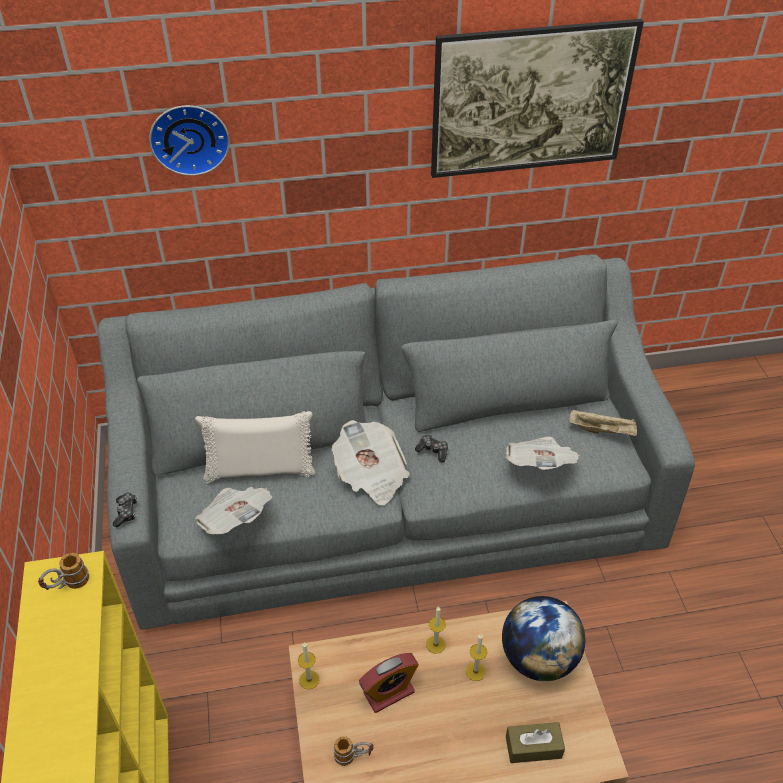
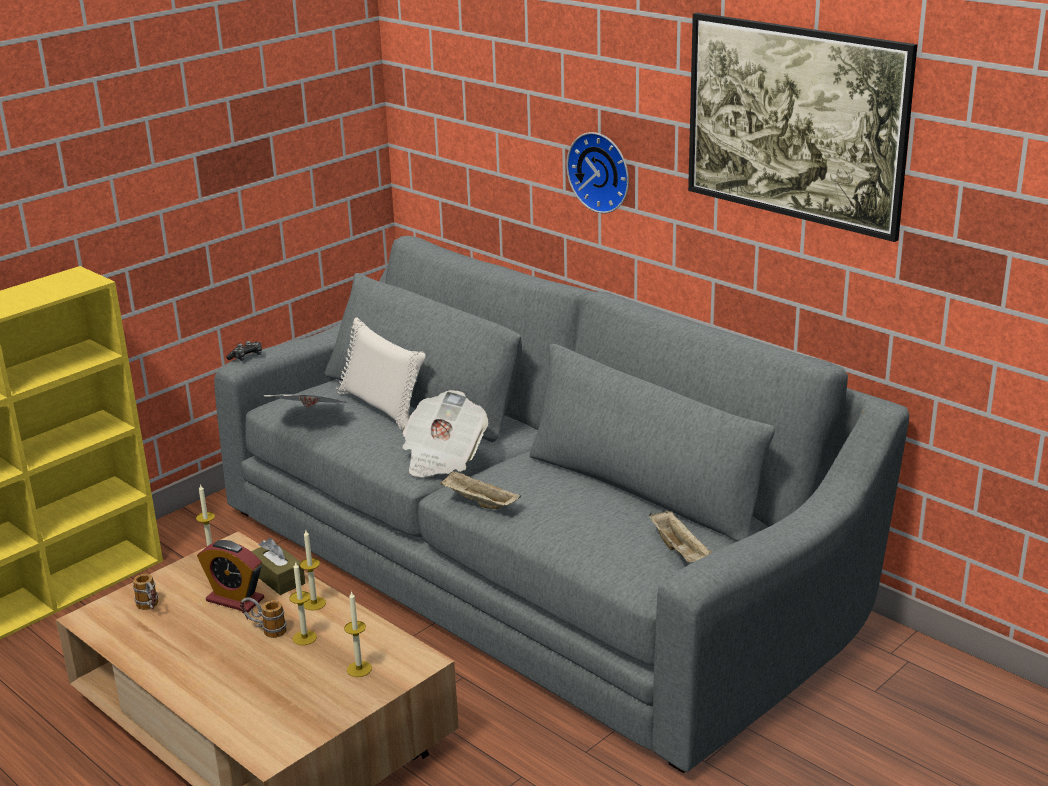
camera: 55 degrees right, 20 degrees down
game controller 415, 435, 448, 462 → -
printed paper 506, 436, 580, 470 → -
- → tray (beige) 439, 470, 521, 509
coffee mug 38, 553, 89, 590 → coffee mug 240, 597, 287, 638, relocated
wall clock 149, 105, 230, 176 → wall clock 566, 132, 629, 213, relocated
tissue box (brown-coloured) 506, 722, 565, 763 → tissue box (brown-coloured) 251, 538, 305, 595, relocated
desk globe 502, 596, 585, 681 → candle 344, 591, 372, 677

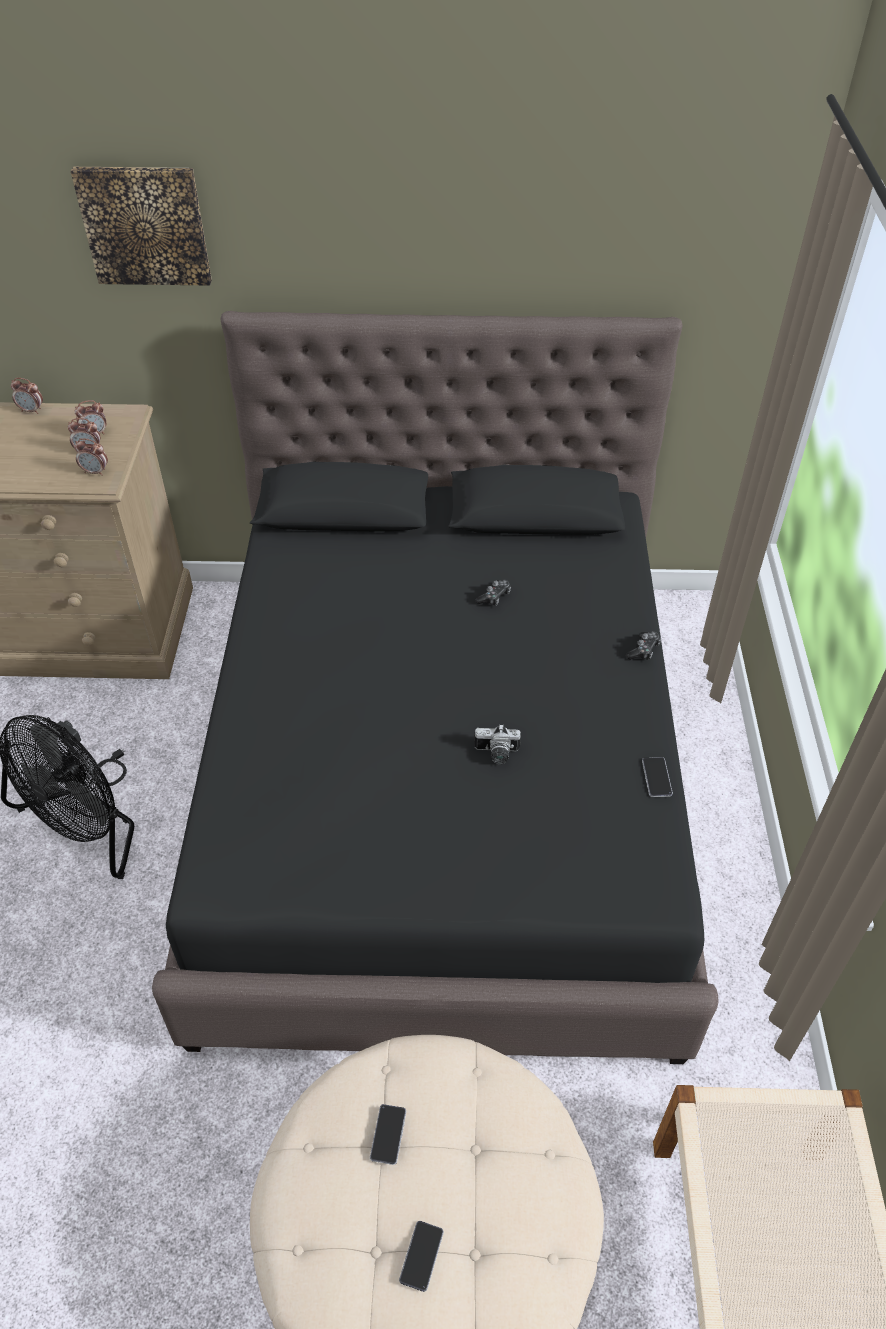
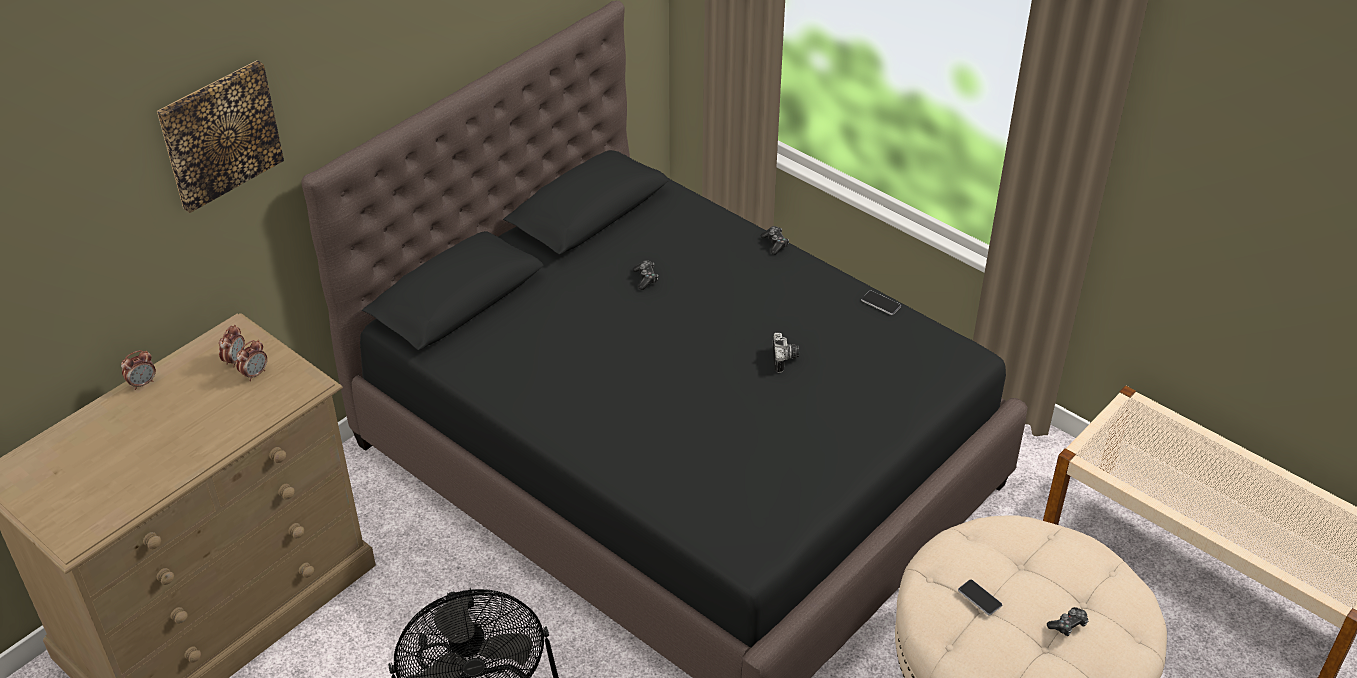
camera: 50 degrees left, 5 degrees down
table clock 75, 438, 108, 476 → -
handset 399, 1221, 444, 1292 → game controller 1047, 607, 1089, 636
photo camera 474, 724, 521, 764 → photo camera 772, 333, 799, 373, 45 degrees counterclockwise

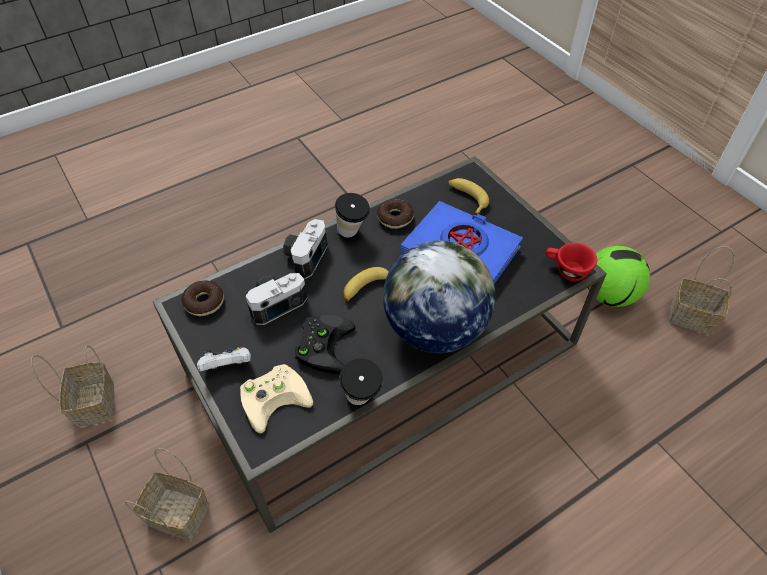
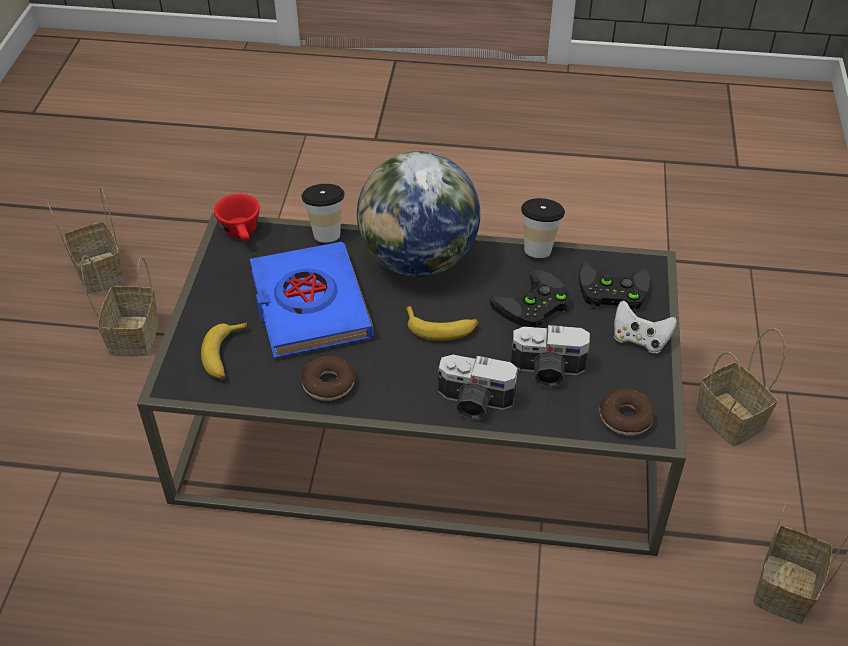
camera: 140 degrees left, 5 degrees down
cup 335, 193, 370, 237 → cup 301, 184, 345, 243, relocated
football 588, 246, 650, 307 → basket 81, 255, 159, 356
game controller (beige) 240, 364, 313, 433 → game controller (black) 579, 262, 650, 313
photo camera 283, 219, 328, 279 → photo camera 438, 355, 518, 420, 45 degrees clockwise

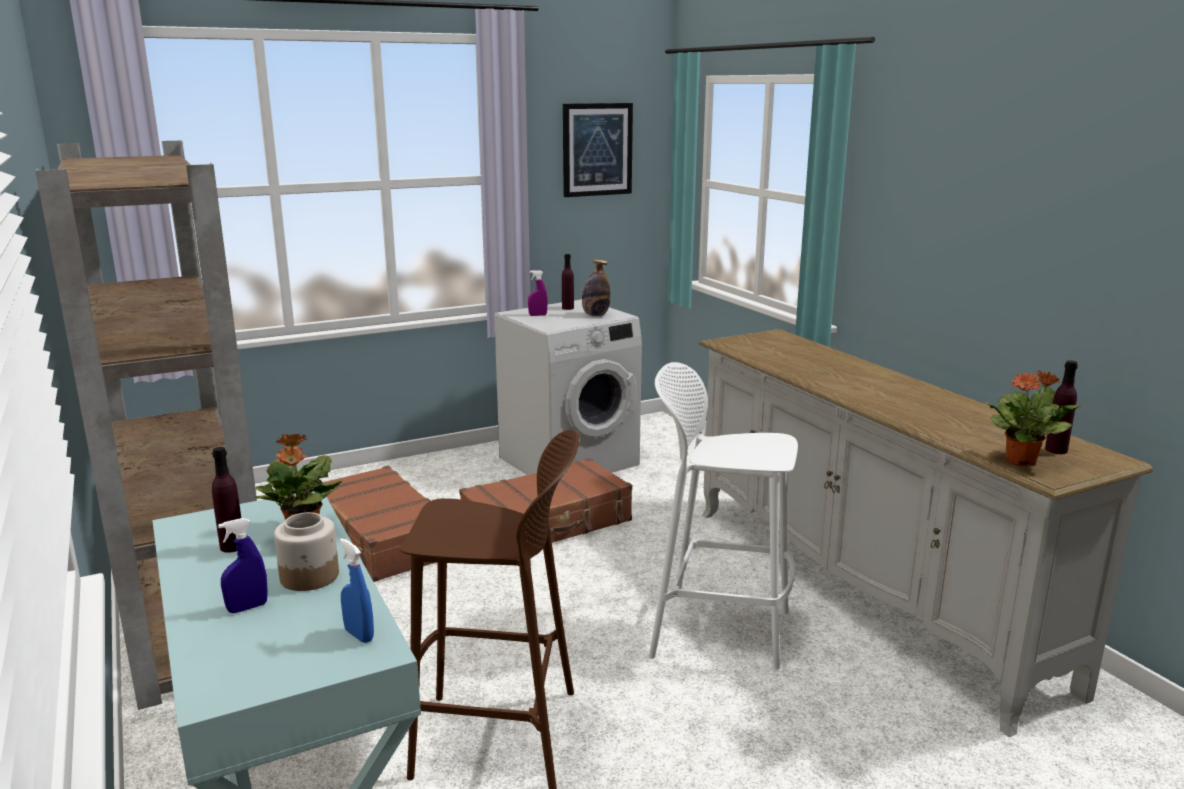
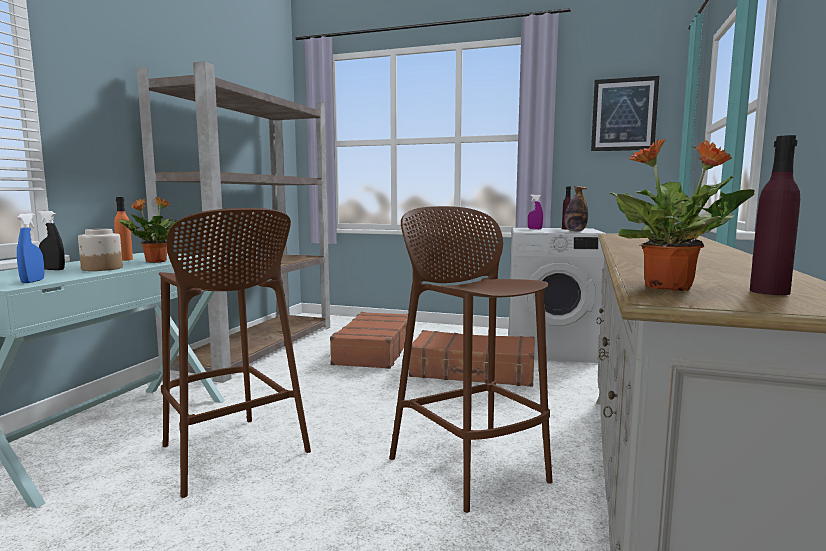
camera: 45 degrees right, 10 degrees down
bottle (purple-coloured) 212, 447, 241, 553 → bottle (orangey) 114, 197, 133, 261
hand sprayer (blue) 218, 518, 268, 613 → hand sprayer (black) 38, 211, 65, 270
sitting stool (white) 649, 362, 798, 669 → sitting stool (brown-coloured) 389, 206, 553, 513

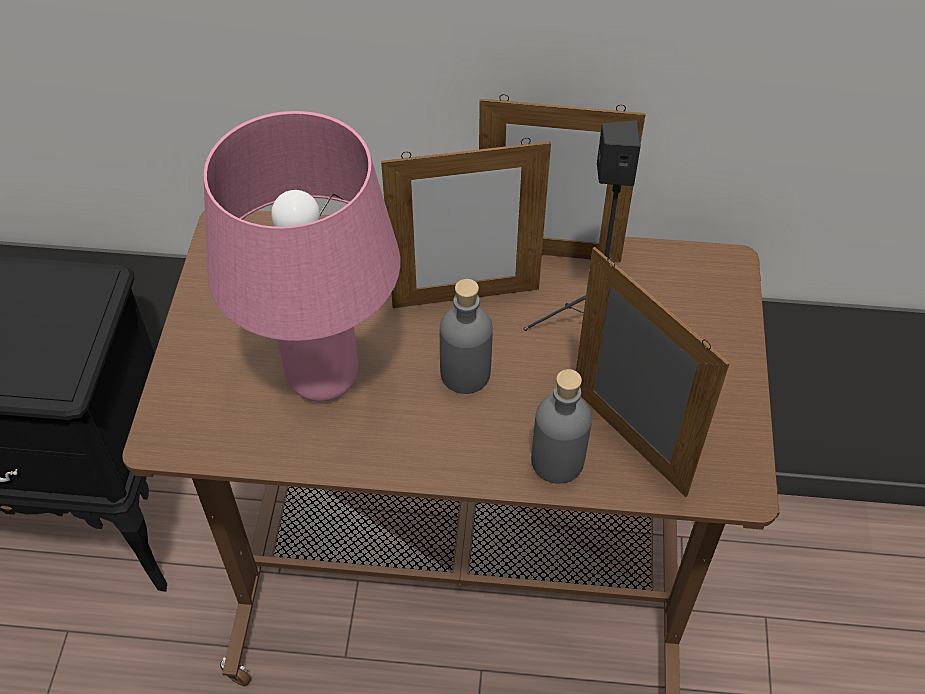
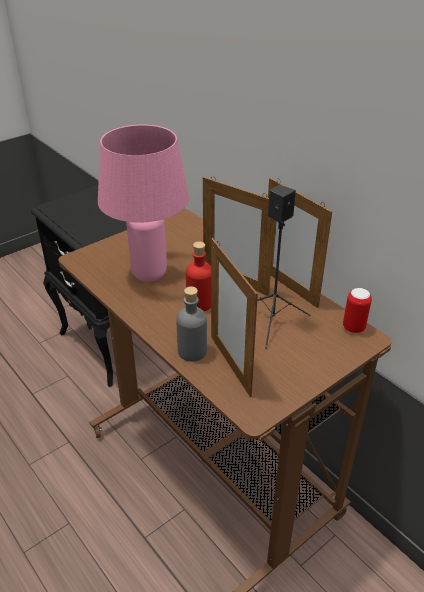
camera: 45 degrees right, 15 degrees down
- → can 343, 288, 372, 333
bottle (grey) 440, 279, 493, 394 → bottle (red) 186, 241, 211, 311
standing frame 576, 247, 730, 497 → standing frame 211, 238, 258, 397, 150 degrees clockwise

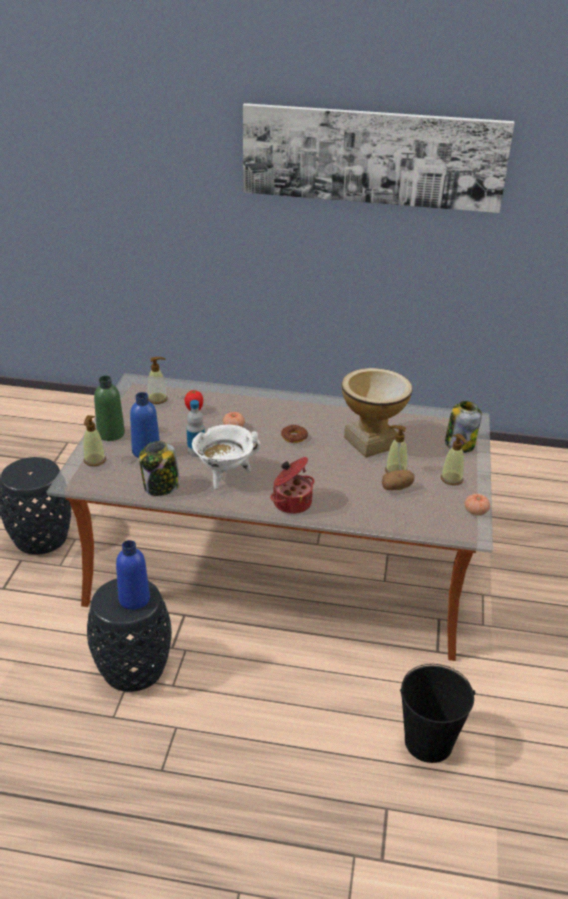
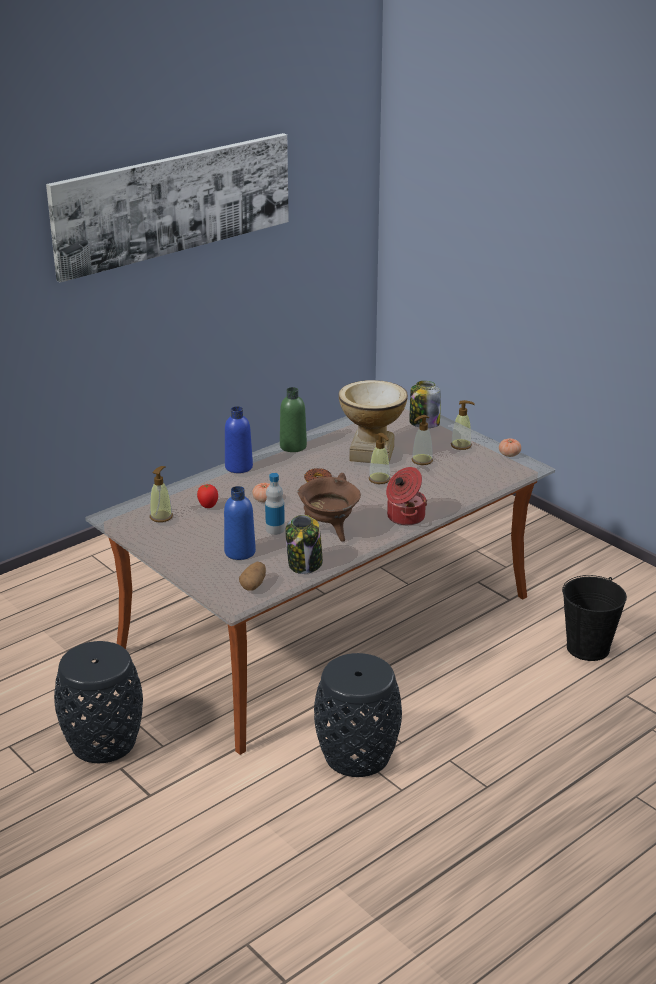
camera: 50 degrees left, 5 degrees down
liquid soap bottle 83, 415, 106, 466 → liquid soap bottle 369, 433, 390, 484, relocated
bottle (green-coloured) 94, 376, 125, 441 → bottle (green-coloured) 280, 387, 307, 452, relocated
bottle (blue) 116, 540, 150, 610 → bottle (blue) 225, 406, 253, 473, relocated
whole potato 382, 470, 414, 490 → whole potato 239, 562, 266, 591, relocated
stockpot (white) 192, 424, 261, 490 → stockpot (brown-coloured) 297, 473, 361, 541

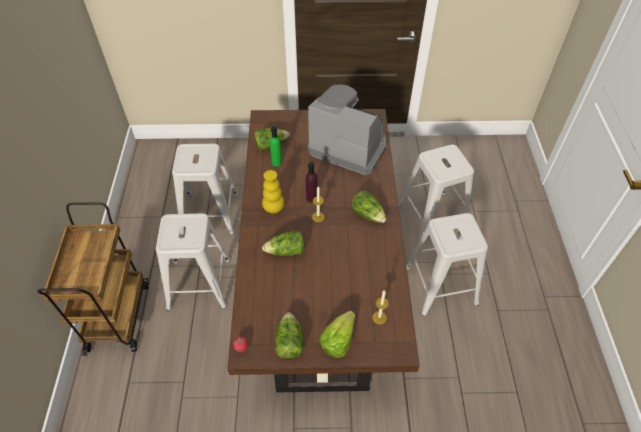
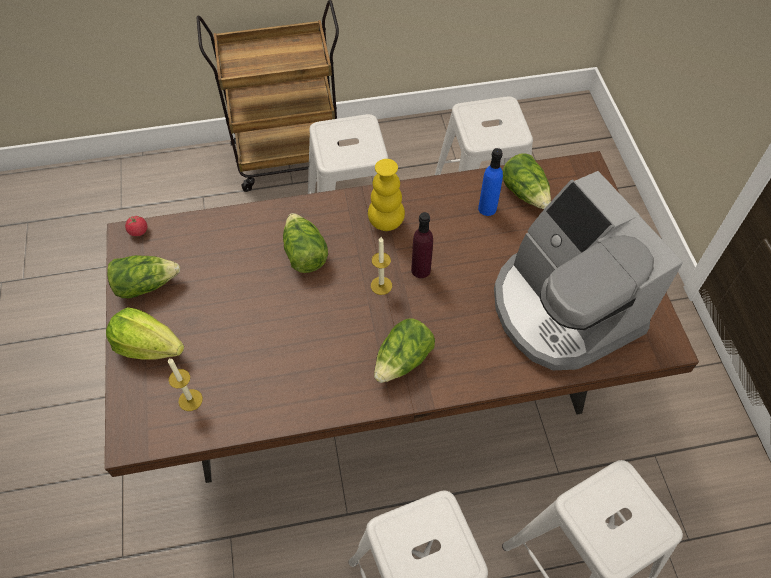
camera: 80 degrees right, 5 degrees up
bottle (green-coloured) 270, 126, 282, 167 → bottle (blue) 478, 148, 503, 216
coffee maker 307, 84, 386, 175 → coffee maker 494, 171, 683, 370, 135 degrees clockwise

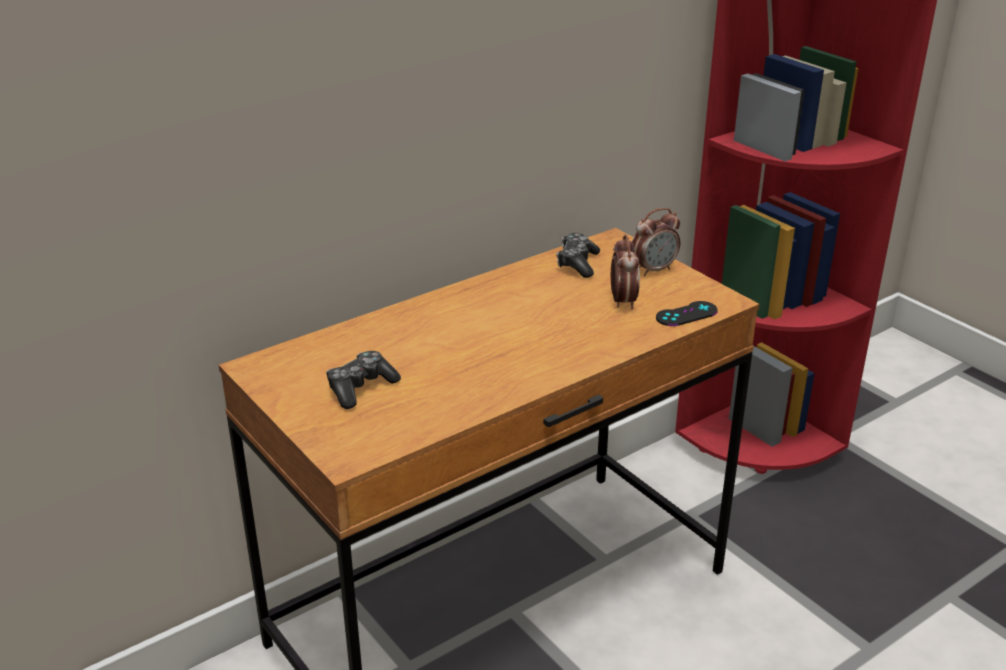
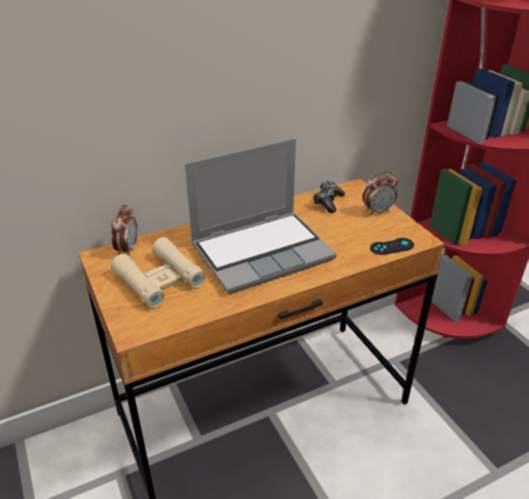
camera: 10 degrees right, 5 degrees up
- → portable computer 185, 138, 337, 294
table clock 611, 234, 640, 309 → table clock 111, 204, 138, 256, relocated
game controller 326, 351, 401, 409 → binoculars (beige) 111, 237, 206, 308

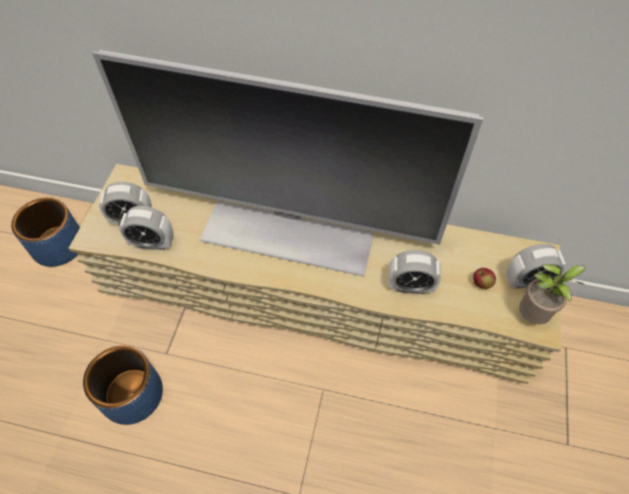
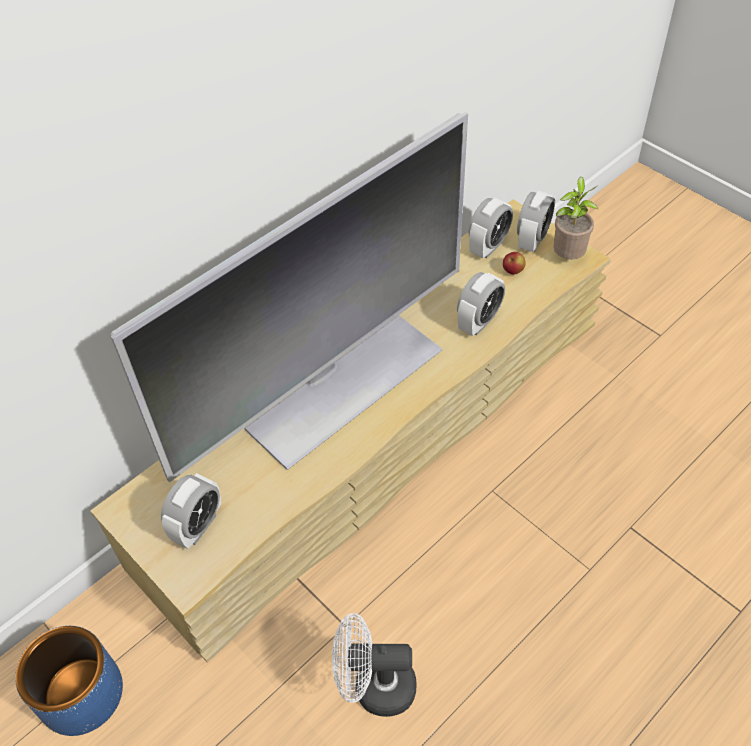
camera: 55 degrees left, 5 degrees down
table clock 119, 206, 173, 250 → table clock 468, 198, 513, 258, relocated
planter (blue) 83, 345, 163, 425 → cooling fan (white) 332, 613, 417, 717

